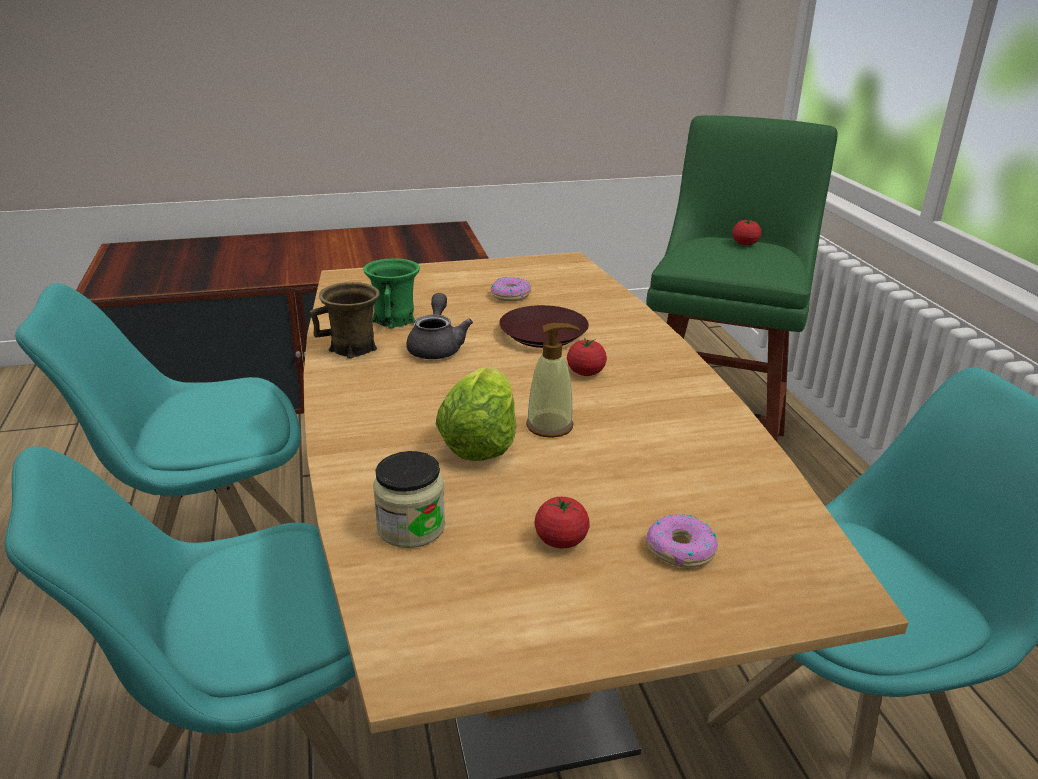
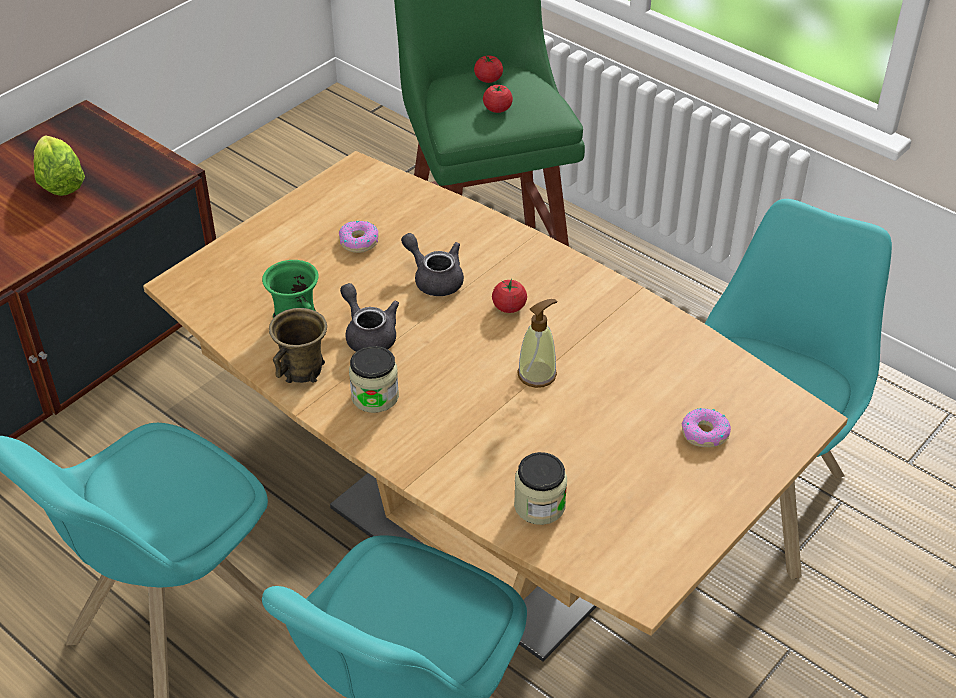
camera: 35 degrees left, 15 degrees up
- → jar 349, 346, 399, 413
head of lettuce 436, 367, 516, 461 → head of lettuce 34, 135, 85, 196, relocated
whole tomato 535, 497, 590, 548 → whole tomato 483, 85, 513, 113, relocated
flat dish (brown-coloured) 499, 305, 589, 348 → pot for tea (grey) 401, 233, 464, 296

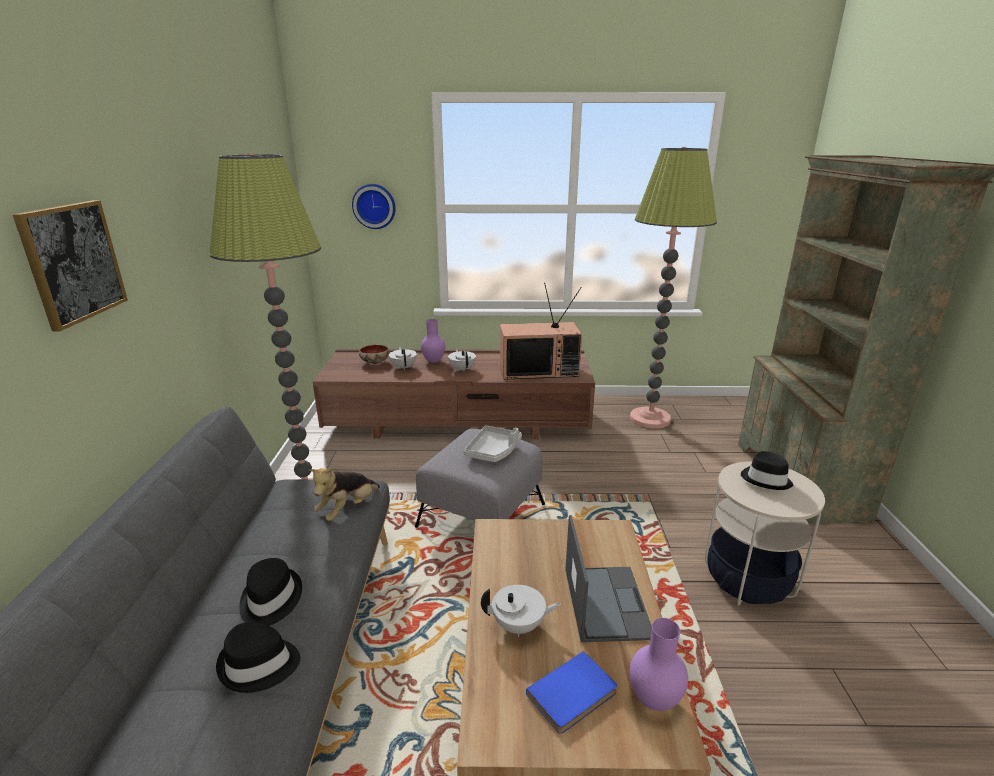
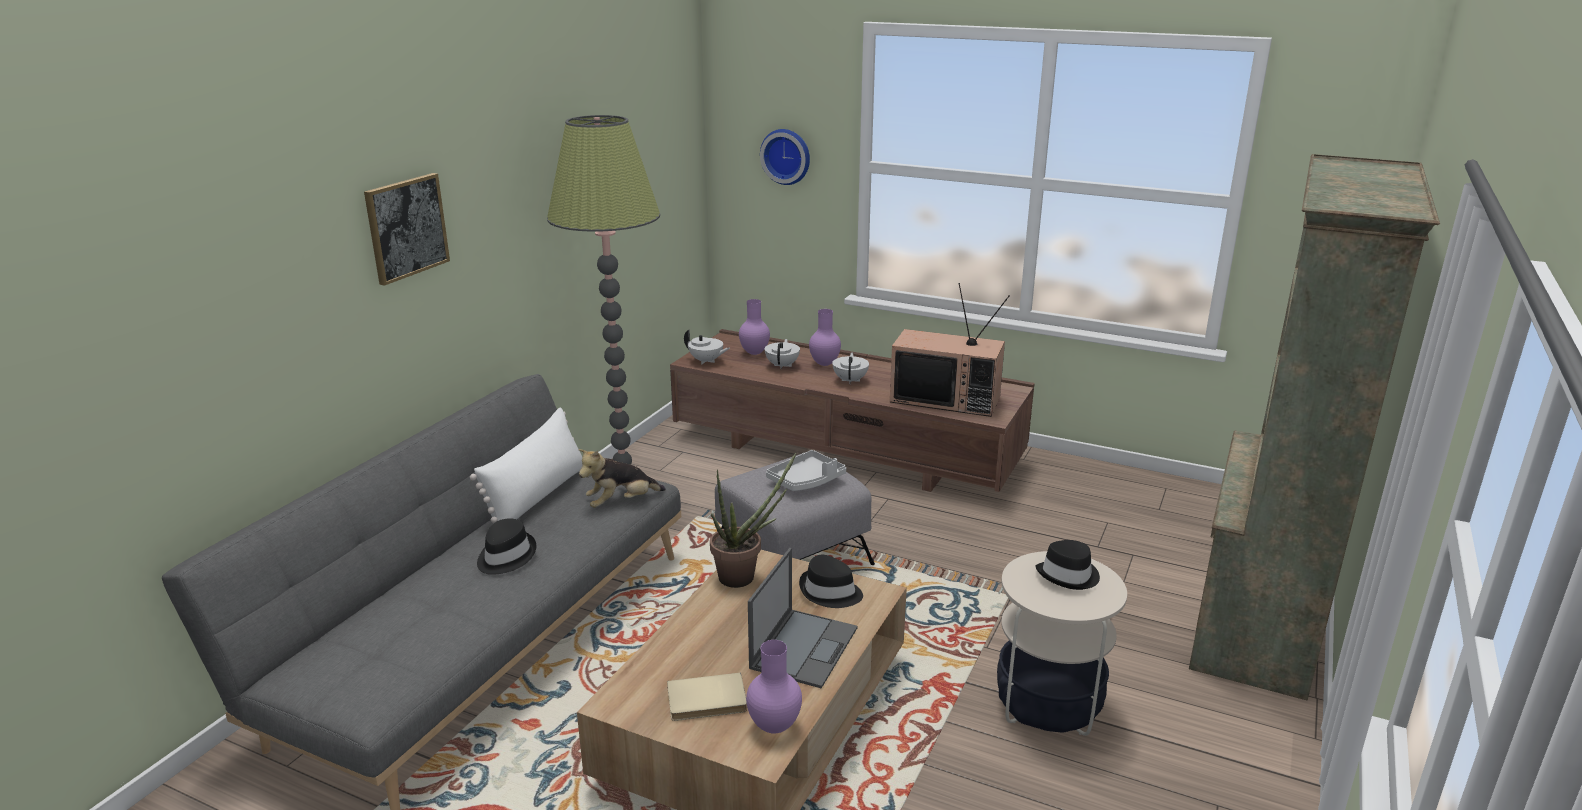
camera: 25 degrees right, 0 degrees up
floor lamp 630, 147, 717, 429 → -
- → cushion (white) 470, 407, 583, 523
- → plant in a pot 710, 452, 796, 588
hat (black) 216, 622, 300, 693 → hat (black) 799, 555, 863, 608, relocated
pot for tea (white) 481, 585, 561, 637 → pot for tea (white) 684, 330, 730, 364, relocated
bowl 359, 345, 390, 364 → flower vase (purple-coloured) 739, 299, 770, 355
book (blue) 526, 651, 617, 734 → book (beige) 667, 673, 747, 721

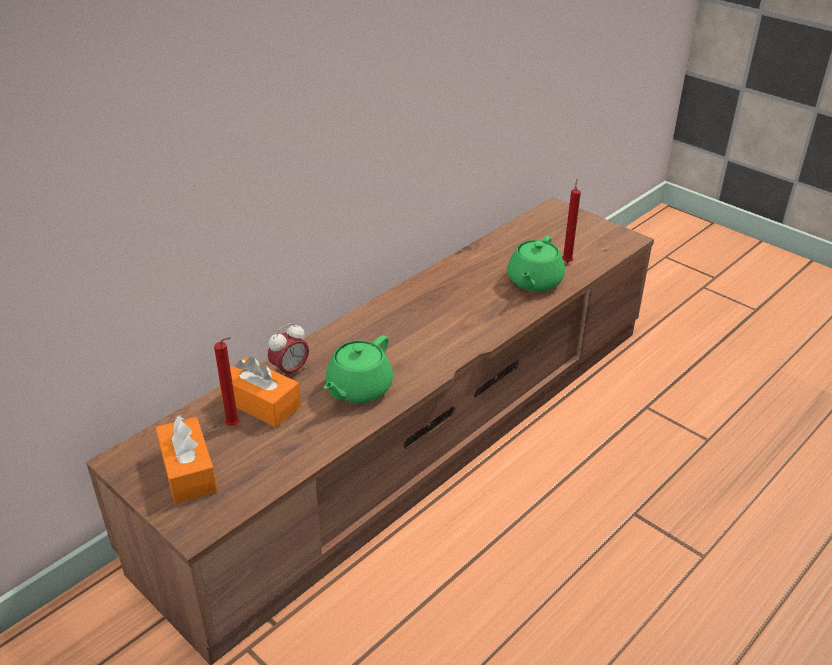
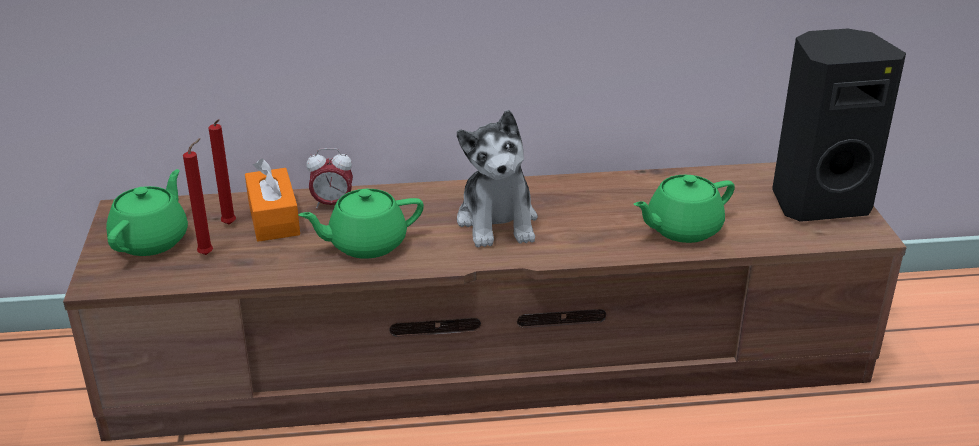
camera: 40 degrees right, 5 degrees down
- → soft toy 457, 110, 538, 248
- → speaker (black) 772, 29, 906, 222
candle (red) 562, 178, 581, 263 → candle (red) 183, 138, 213, 255, relocated
tissue box (orangey) 156, 415, 217, 504 → pot for tea (green-coloured) 106, 169, 188, 256

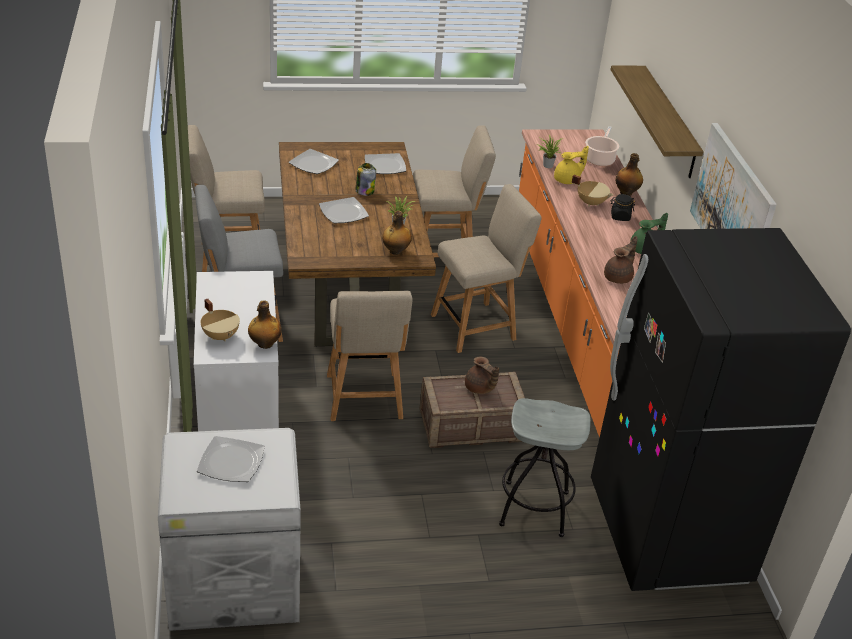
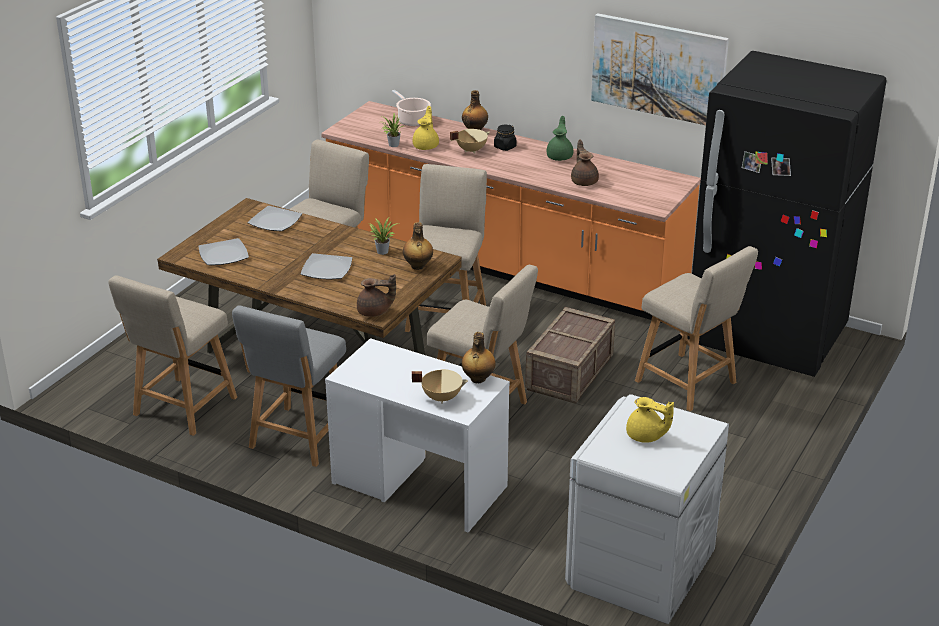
camera: 50 degrees left, 5 degrees down
jar 355, 163, 376, 196 → -
wall shelf 611, 65, 704, 178 → -
pot for tea (brown-coloured) 465, 357, 499, 394 → pot for tea (brown-coloured) 357, 274, 396, 317, relocated
flat dish 197, 436, 265, 482 → pot for tea (yellow-coloured) 626, 397, 674, 443
sitting stool (grey) 499, 398, 591, 537 → plain chair (beige) 635, 246, 758, 411

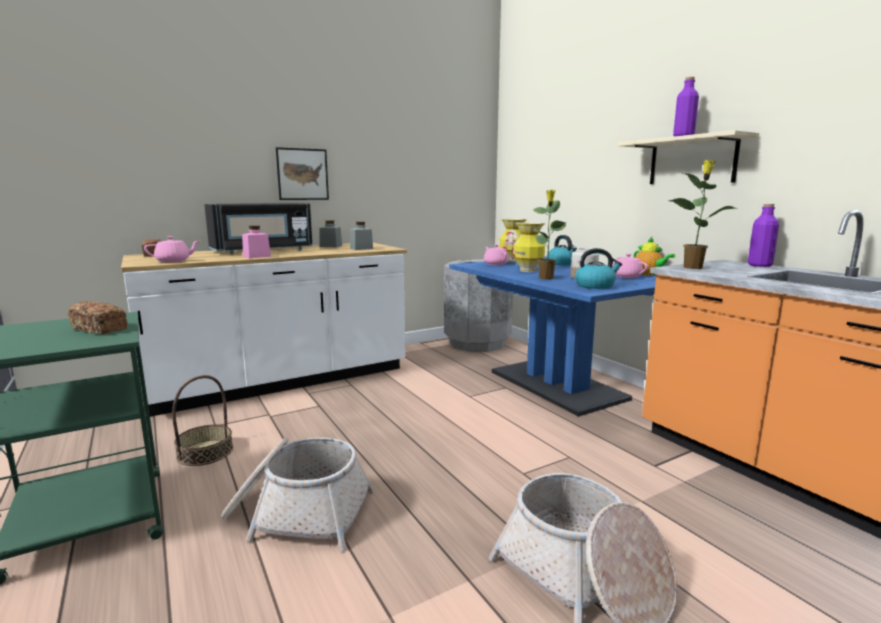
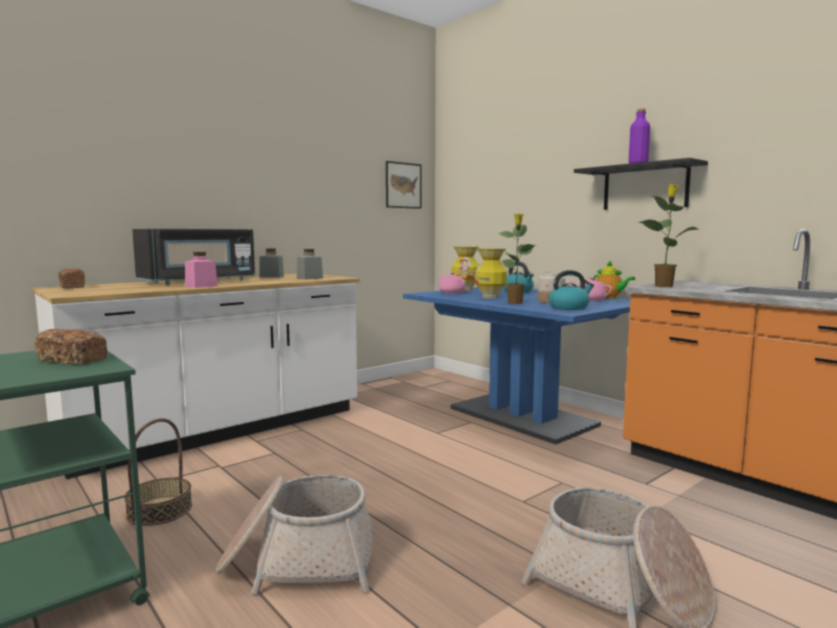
camera: 10 degrees left, 5 degrees down
pot for tea (pinkish) 144, 236, 199, 262 → -
rubbish bin (grey) 444, 259, 513, 352 → -
bottle (purple-coloured) 748, 204, 779, 267 → -
wall picture 276, 147, 329, 200 → wall picture 386, 161, 421, 209, relocated
wall shelf (beige) 618, 130, 759, 184 → wall shelf (black) 574, 158, 708, 210

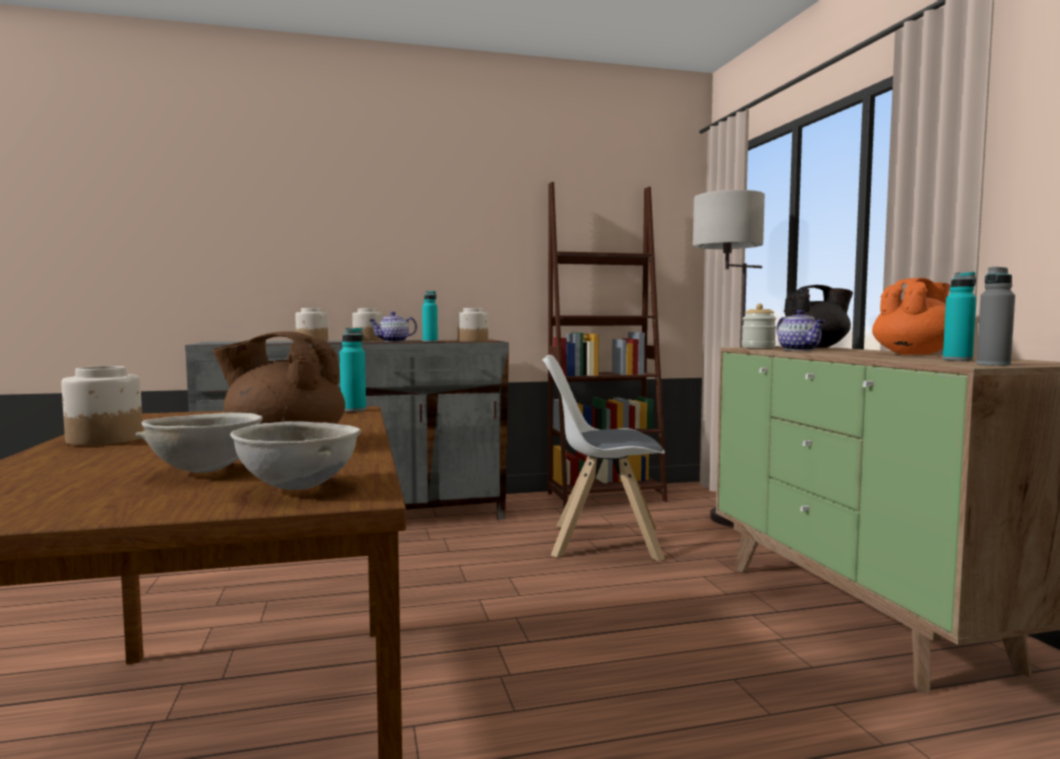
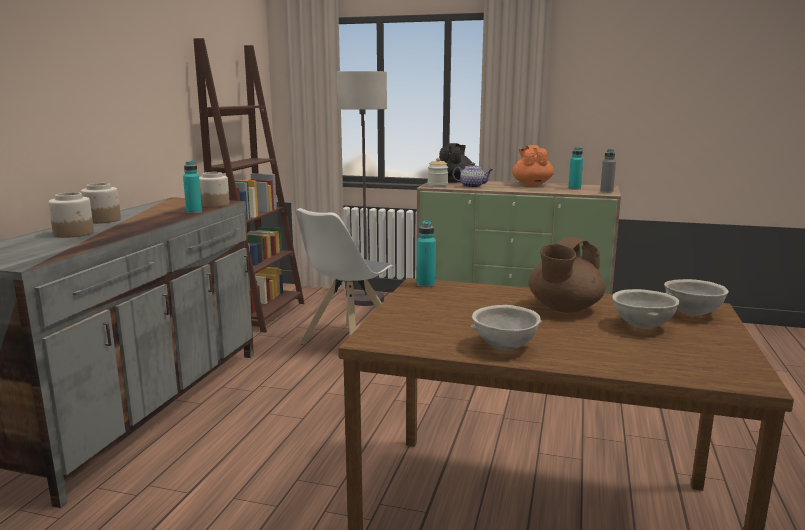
camera: 60 degrees left, 10 degrees up
pot for tea 370, 312, 417, 342 → -
jar 61, 366, 143, 446 → bowl (grey) 470, 305, 542, 350

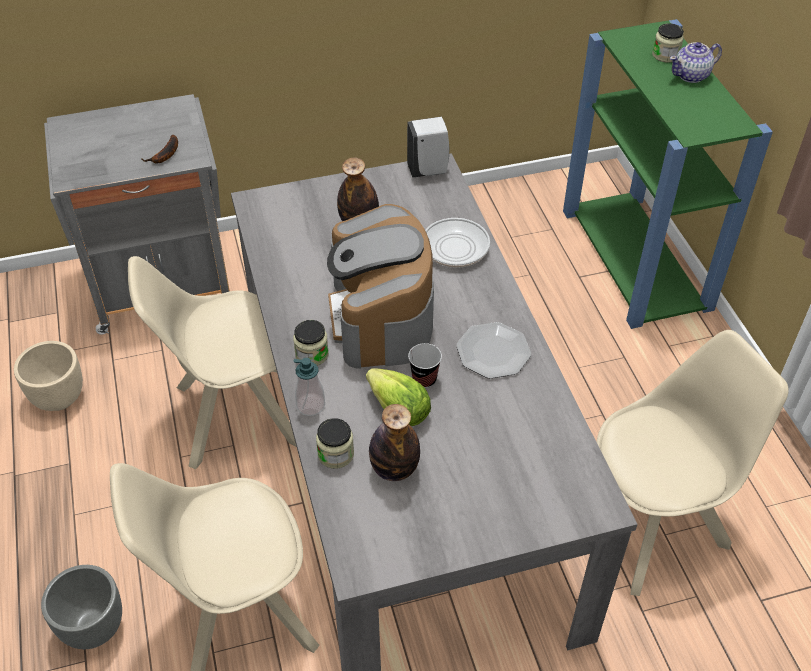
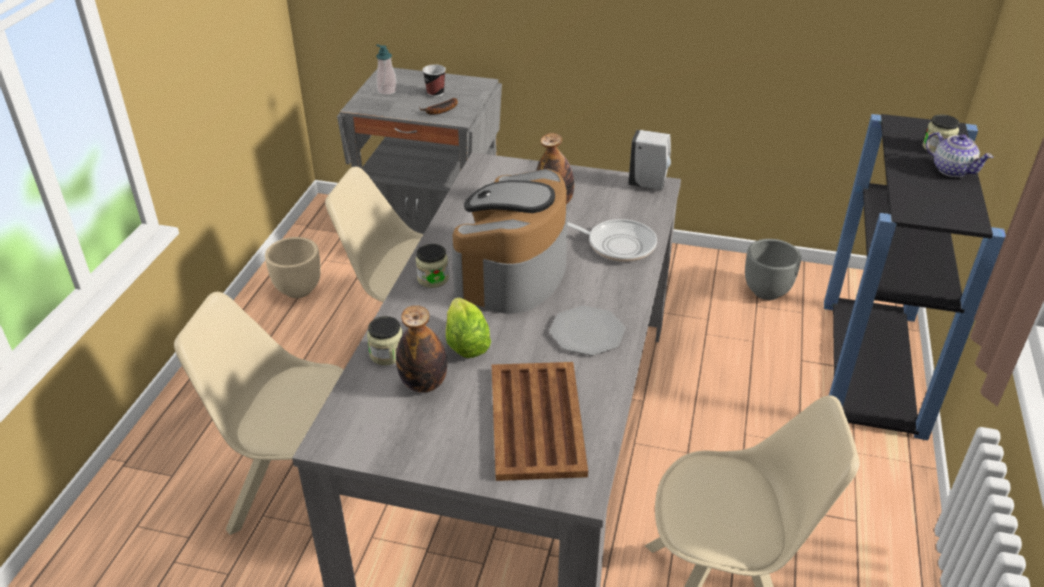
camera: 30 degrees right, 10 degrees down
- → tray (brown-coloured) 492, 362, 588, 481
planter (grey) 41, 565, 122, 649 → planter (grey) 745, 239, 801, 300, relocated
liquid soap bottle 293, 358, 325, 416 → liquid soap bottle 376, 44, 397, 95, relocated
cup 408, 343, 442, 388 → cup 422, 65, 446, 97, relocated
shelving unit (green-coloured) 563, 19, 773, 329 → shelving unit (black) 824, 114, 1006, 440
pot for tea 670, 42, 722, 83 → pot for tea 926, 132, 993, 177, 135 degrees counterclockwise

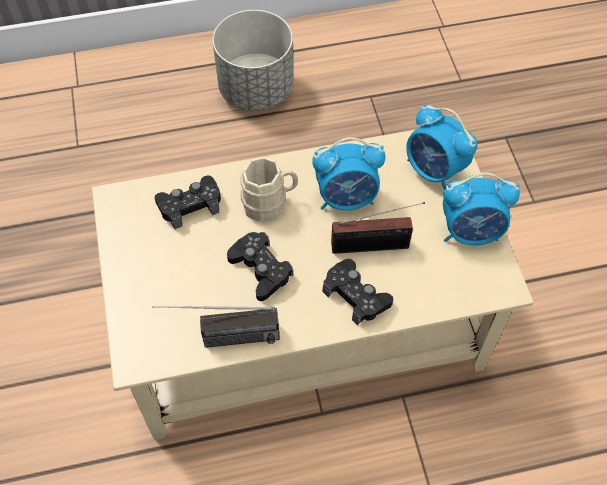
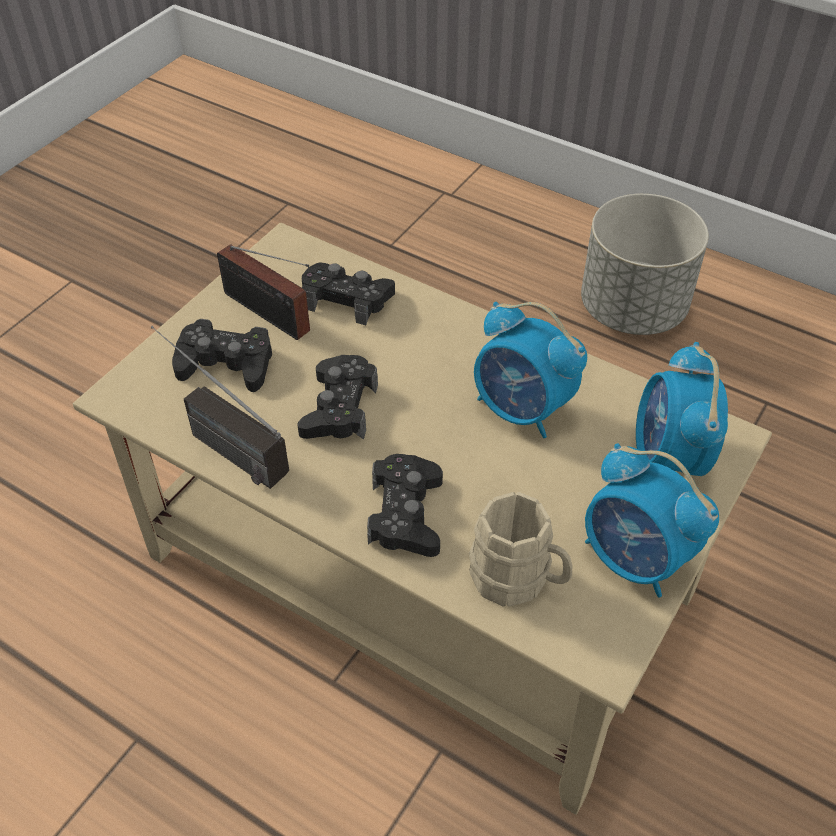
camera: 45 degrees right, 10 degrees down
- → game controller (black) 172, 319, 272, 392
coffee mug (beige) 241, 157, 298, 222 → coffee mug (beige) 469, 492, 572, 607, relocated
radio set 331, 202, 425, 254 → radio set 217, 244, 310, 340, relocated

